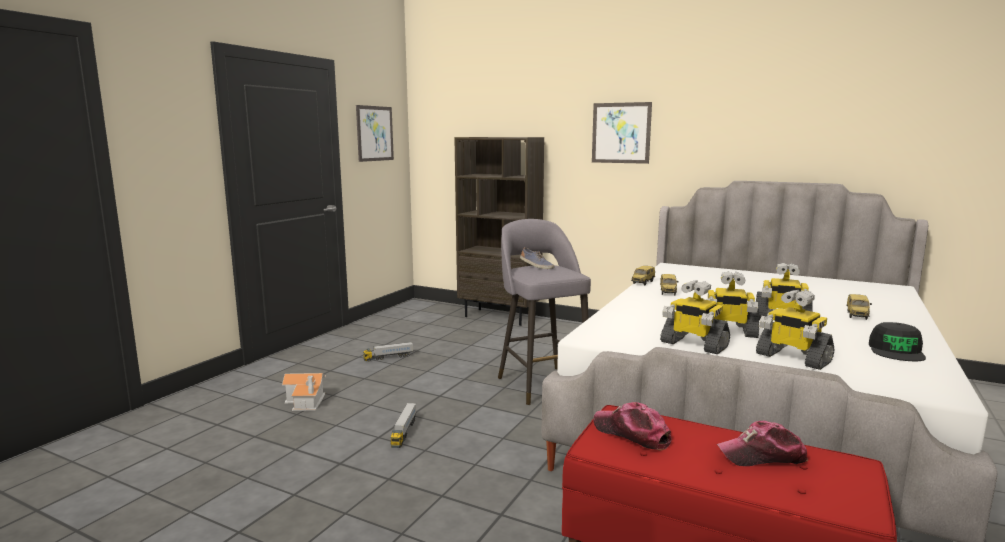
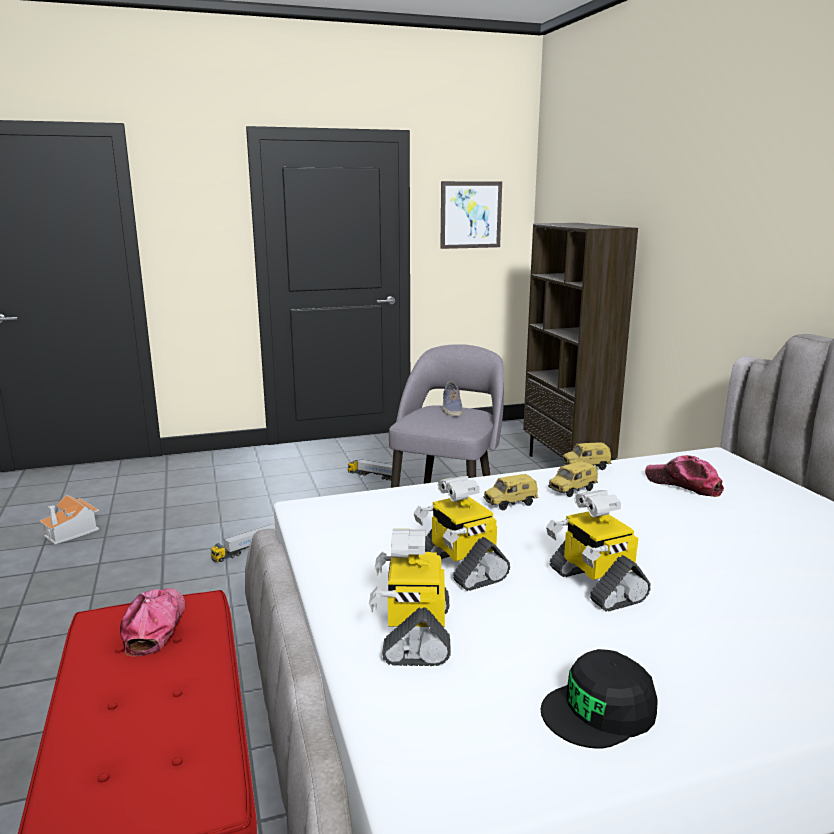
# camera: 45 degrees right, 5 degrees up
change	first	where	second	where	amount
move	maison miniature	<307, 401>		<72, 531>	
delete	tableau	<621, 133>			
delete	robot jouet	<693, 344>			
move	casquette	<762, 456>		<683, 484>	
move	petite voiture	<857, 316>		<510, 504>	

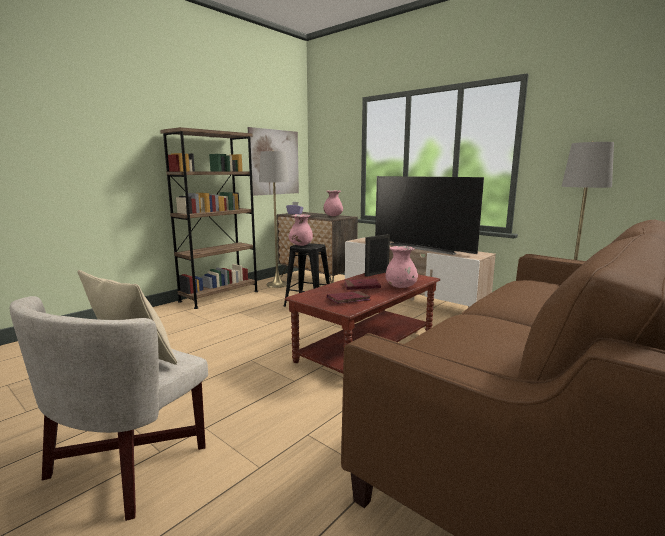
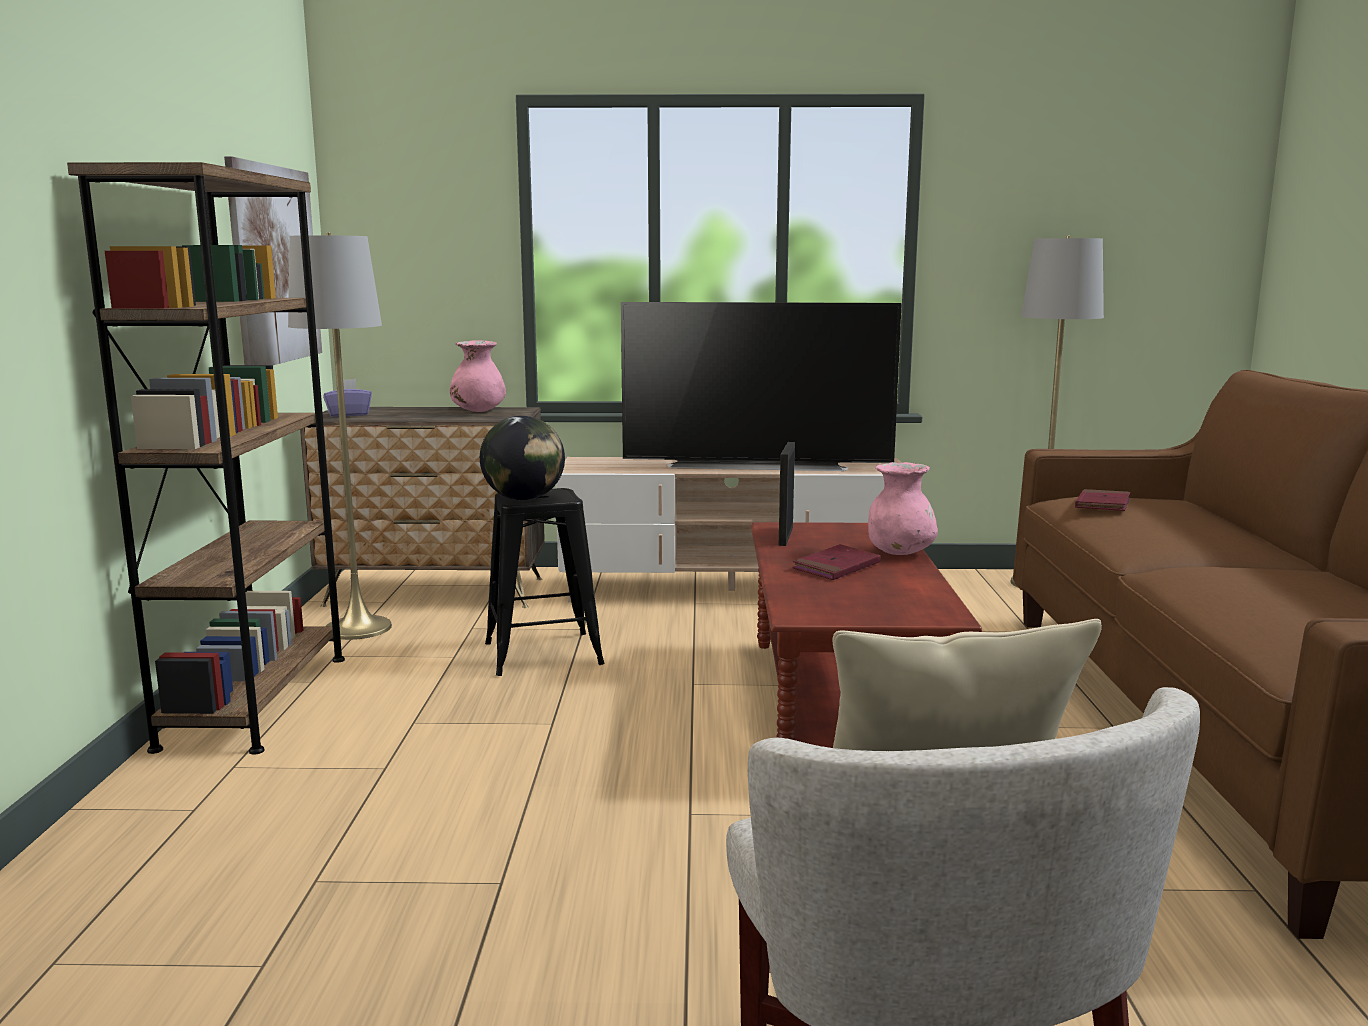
# camera: 40 degrees left, 0 degrees up
change	first	where	second	where	amount
replace	vase [rose]	<300, 245>	globe	<524, 499>	
move	livre [rouge]	<348, 299>		<1102, 504>	

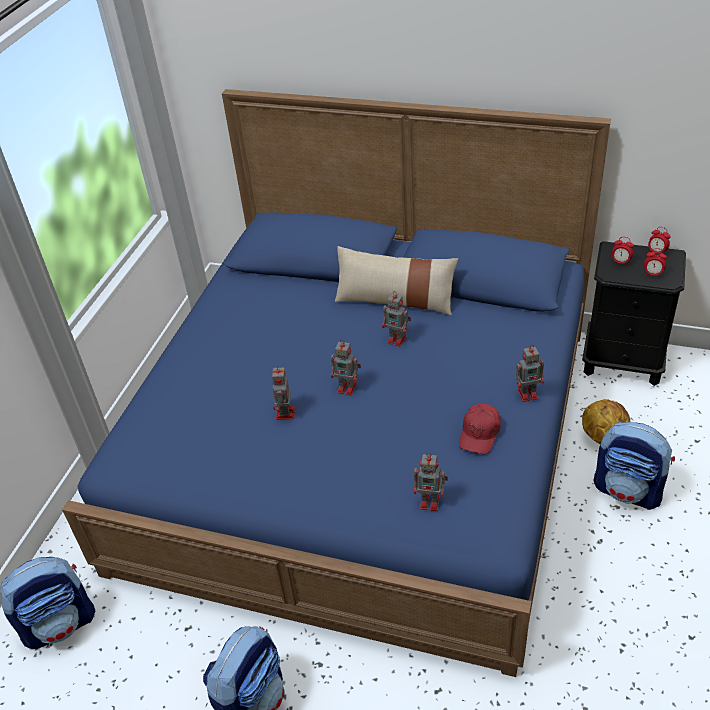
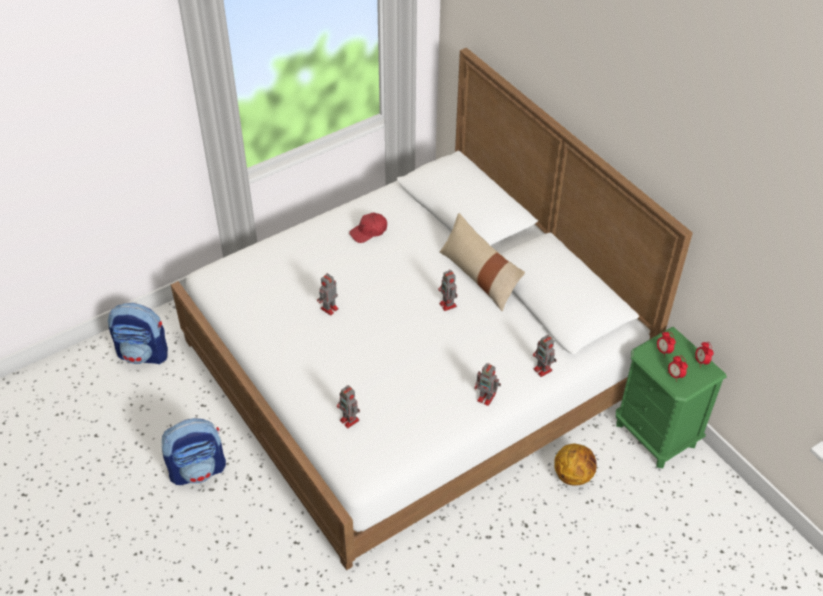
# camera: 35 degrees right, 5 degrees up
change	first	where	second	where	amount
recolor	lit [bleu]	<363, 442>	lit [blanc]	<411, 365>	
move	robot jouet	<348, 388>		<543, 370>	
move	casquette [rouge]	<480, 434>		<369, 231>	
recolor	table de chevet [noir]	<623, 361>	table de chevet [vert]	<656, 434>	
delete	sac à dos	<628, 490>			

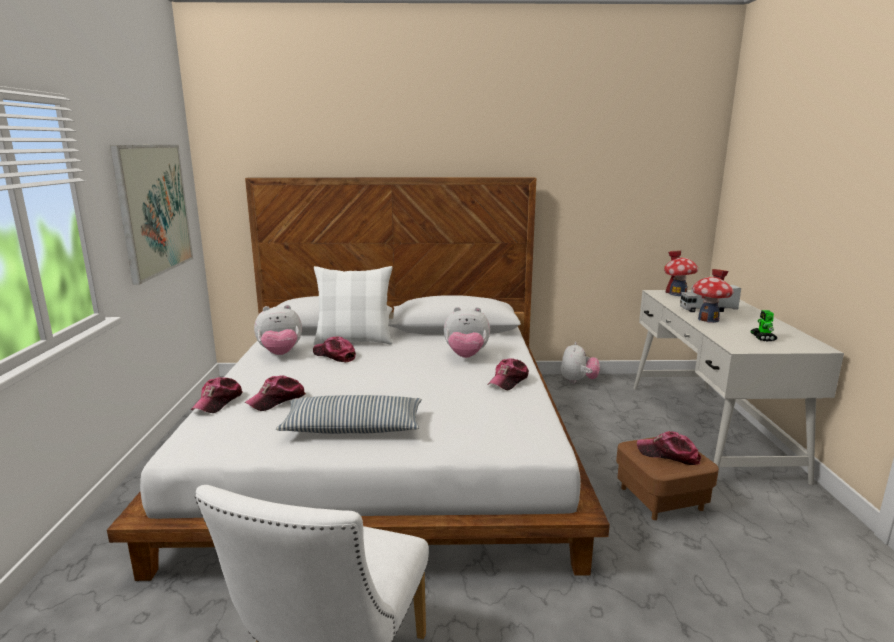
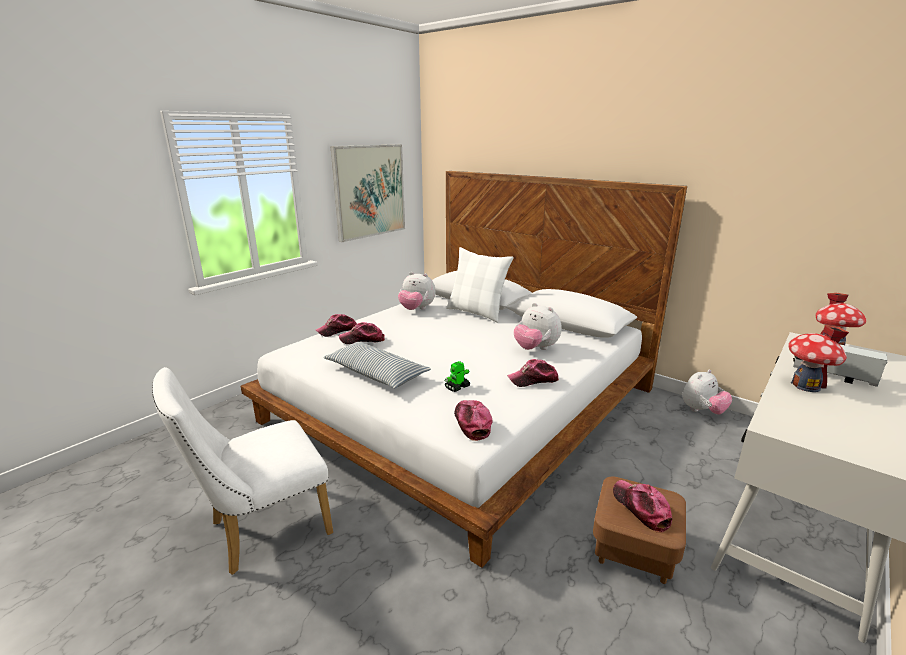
# camera: 40 degrees right, 5 degrees up
change	first	where	second	where	amount
move	casquette	<334, 355>		<471, 423>	
move	robot jouet	<763, 338>		<457, 387>	

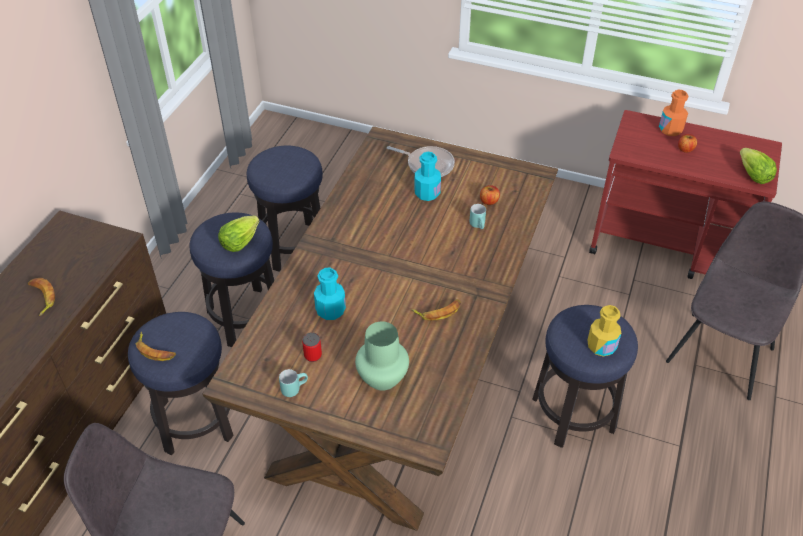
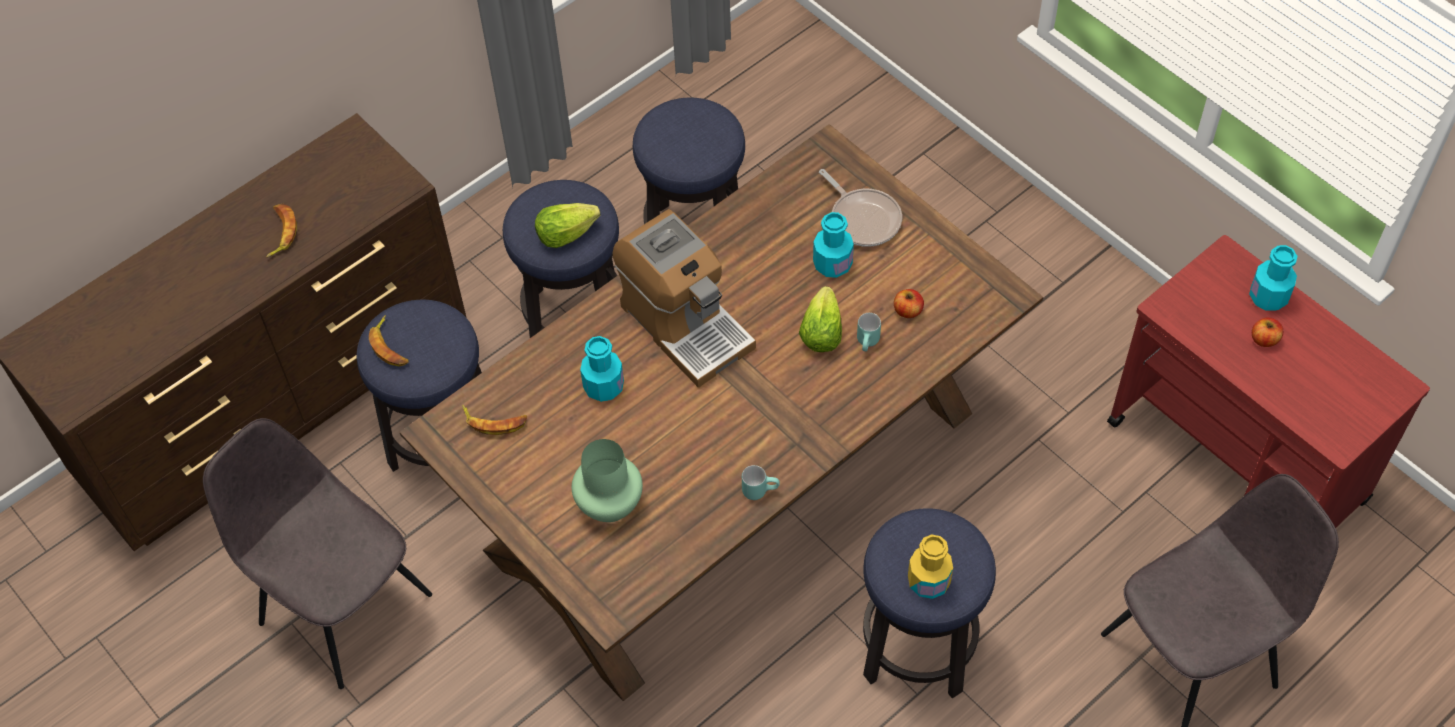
# camera: 30 degrees right, 10 degrees up
change	first	where	second	where	amount
move	mug [turquoise]	<294, 388>		<760, 489>	
delete	boîte métallique	<313, 355>			
move	banane	<438, 311>		<494, 422>	
recolor	bouteille [orange]	<670, 129>	bouteille [turquoise]	<1268, 297>	
move	laitue	<753, 176>		<821, 333>	
insert			machine à café	<685, 325>	

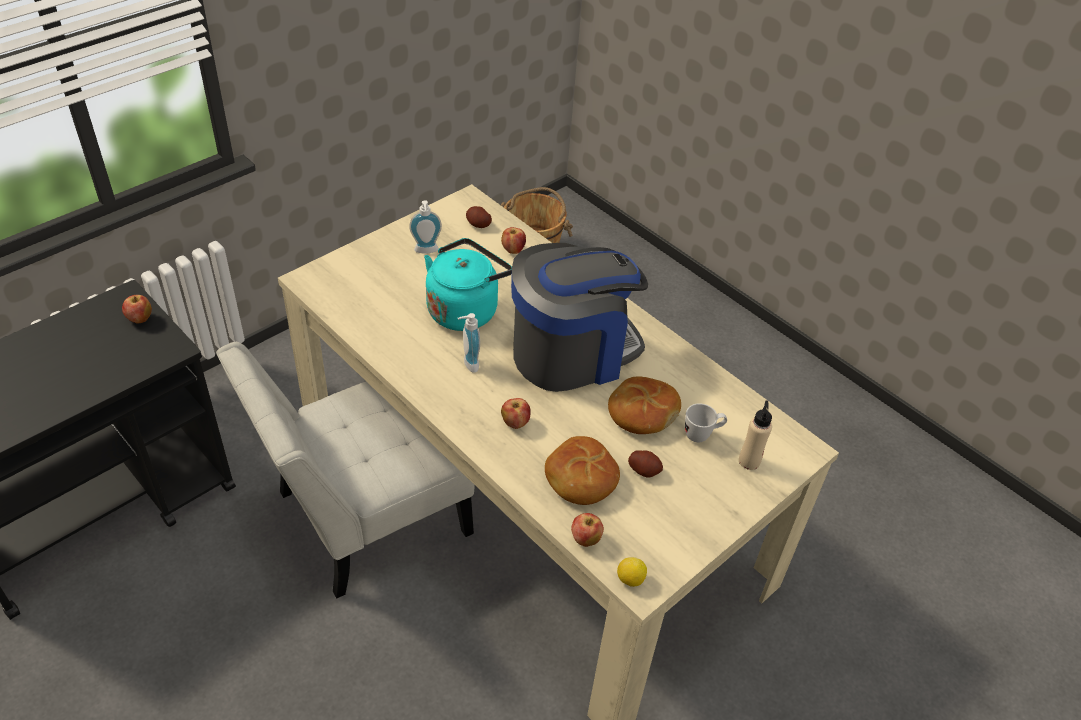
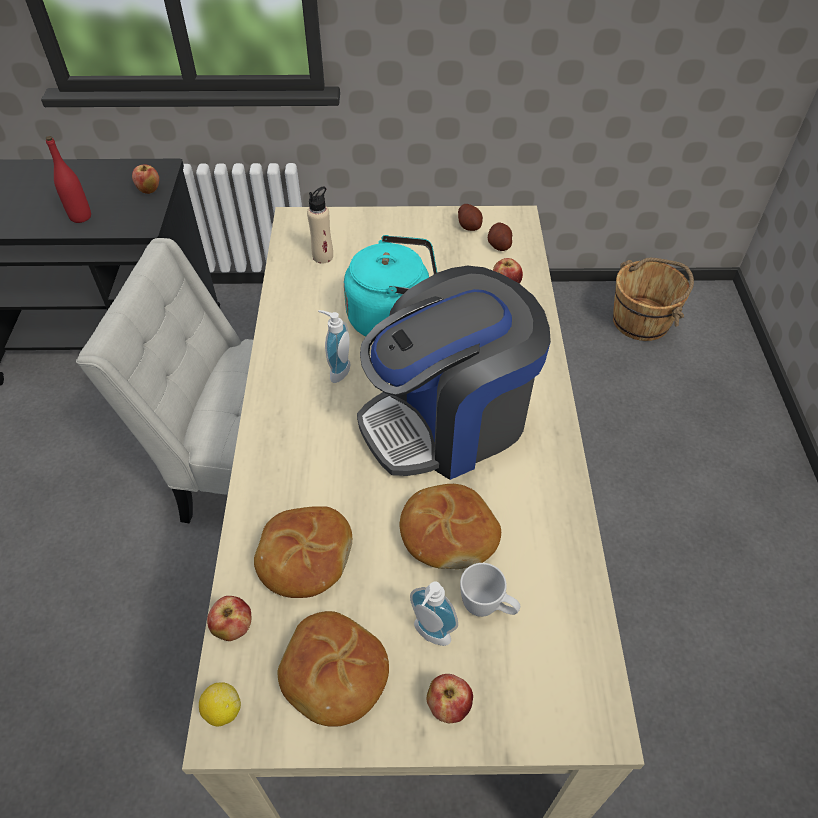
# camera: 45 degrees right, 5 degrees up
change	first	where	second	where	amount
move	distributeur de savon	<426, 251>		<429, 636>	
move	pomme	<515, 423>		<449, 706>	
rotate	machine à café	<572, 352>		<448, 421>	135 degrees clockwise
move	pomme de terre	<644, 470>		<469, 226>	
move	bouteille [beige]	<749, 461>		<323, 256>	
insert			bouteille [rouge]	<80, 217>	
insert			pain	<333, 675>	

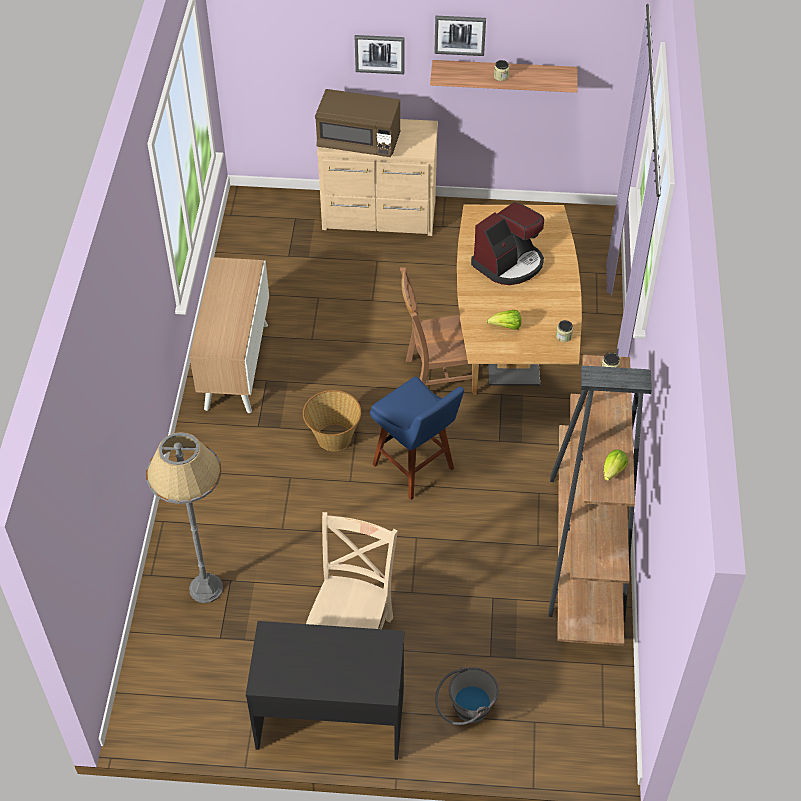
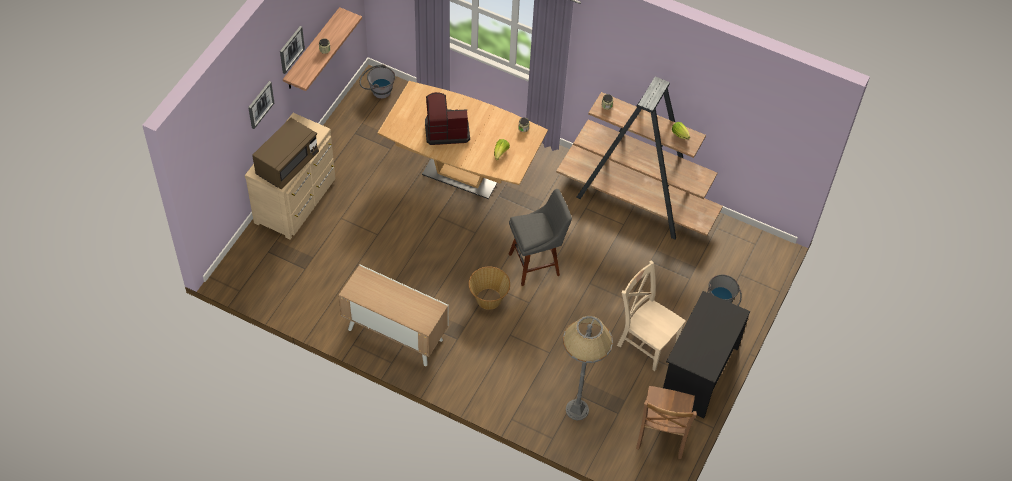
# camera: 70 degrees left, 5 degrees up
change	first	where	second	where	amount
recolor	tabouret [bleu]	<416, 469>	tabouret [gris]	<537, 264>	
move	chaise [marron]	<437, 376>		<661, 435>	
rotate	machine à café	<509, 263>		<446, 130>	75 degrees counterclockwise
insert			seau [gris]	<377, 91>	

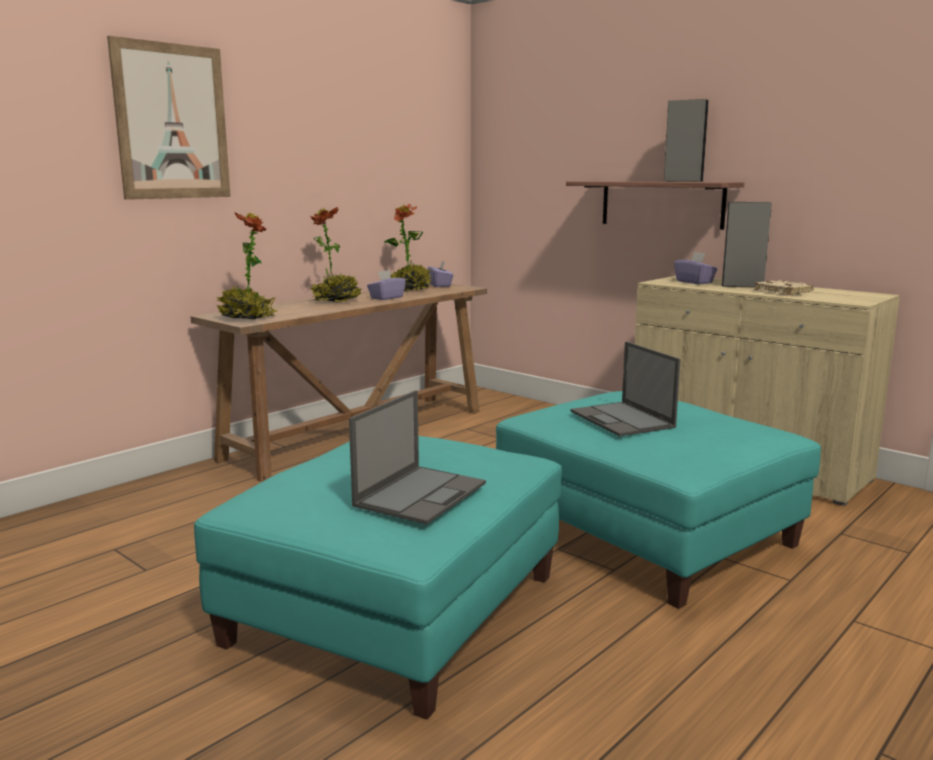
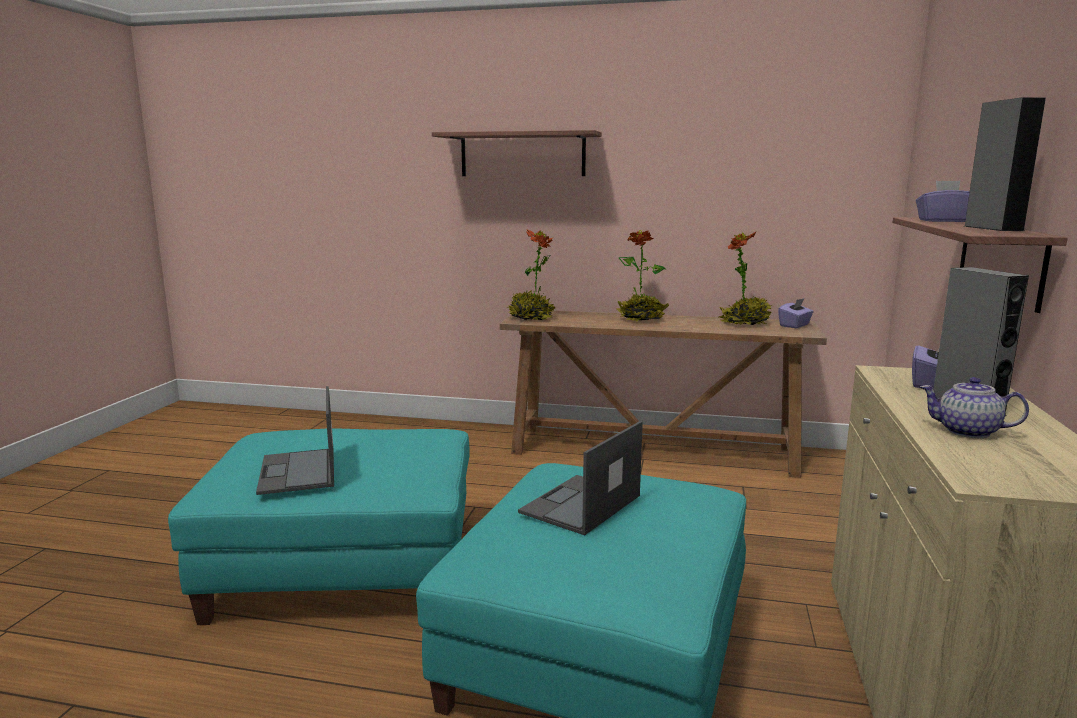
# camera: 60 degrees right, 0 degrees up
change	first	where	second	where	amount
replace	tableau	<172, 122>	étagère	<522, 154>	
rotate	ordinateur portable	<421, 494>		<298, 472>	75 degrees clockwise
move	boîte à mouchoirs [violet]	<386, 298>		<943, 221>	
replace	livre [beige]	<784, 292>	théière	<967, 431>	

